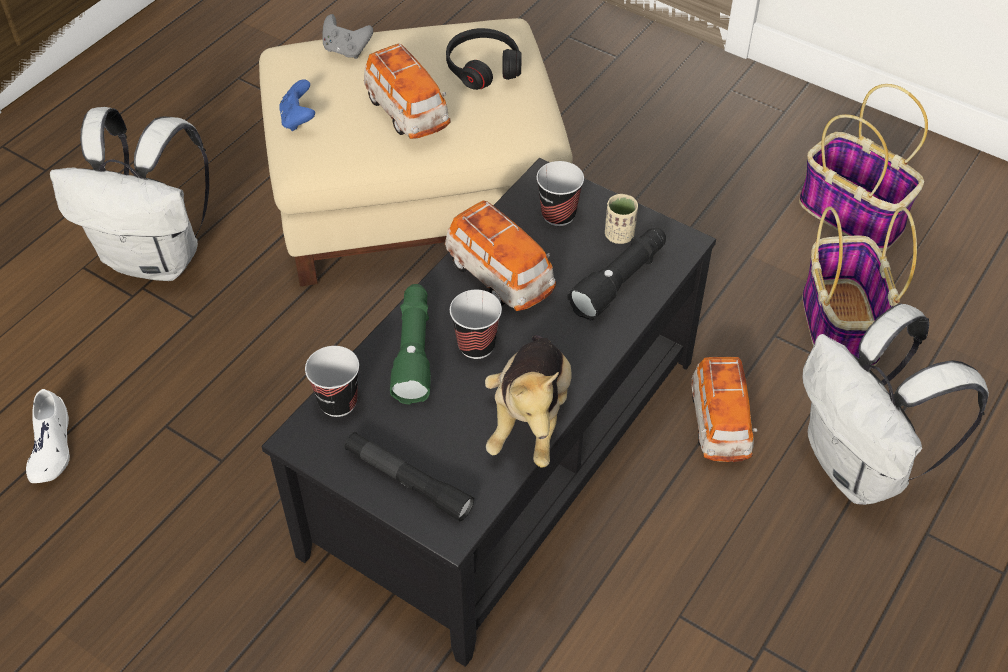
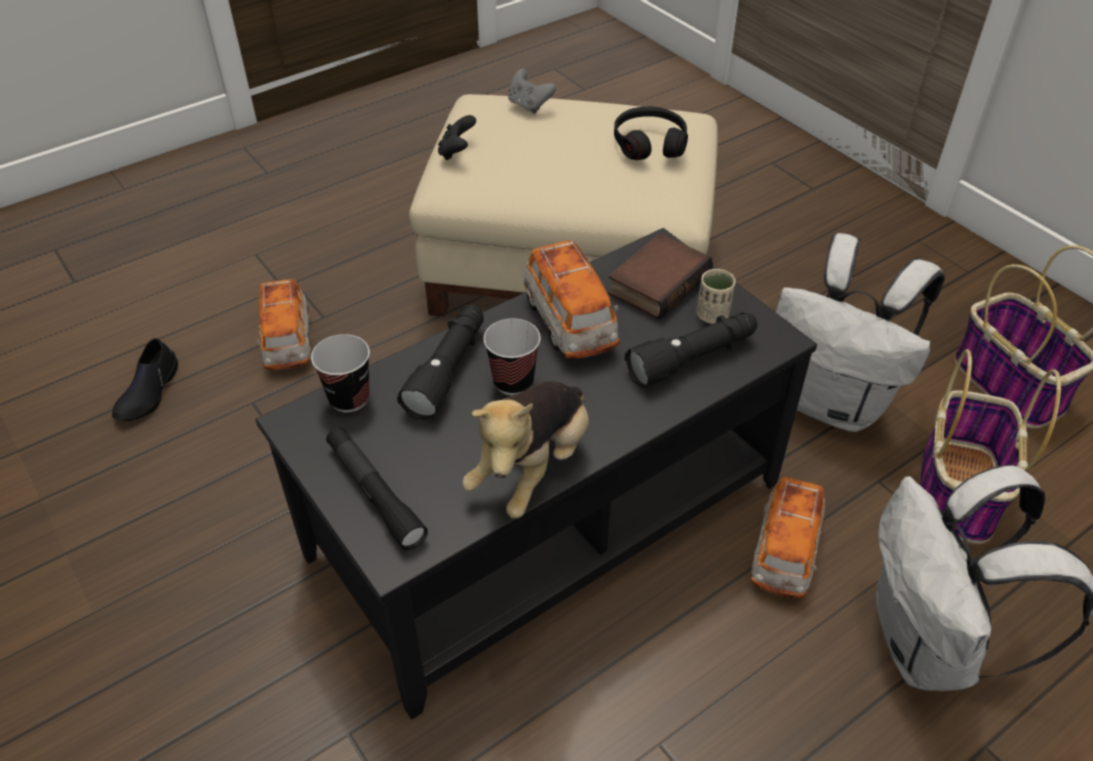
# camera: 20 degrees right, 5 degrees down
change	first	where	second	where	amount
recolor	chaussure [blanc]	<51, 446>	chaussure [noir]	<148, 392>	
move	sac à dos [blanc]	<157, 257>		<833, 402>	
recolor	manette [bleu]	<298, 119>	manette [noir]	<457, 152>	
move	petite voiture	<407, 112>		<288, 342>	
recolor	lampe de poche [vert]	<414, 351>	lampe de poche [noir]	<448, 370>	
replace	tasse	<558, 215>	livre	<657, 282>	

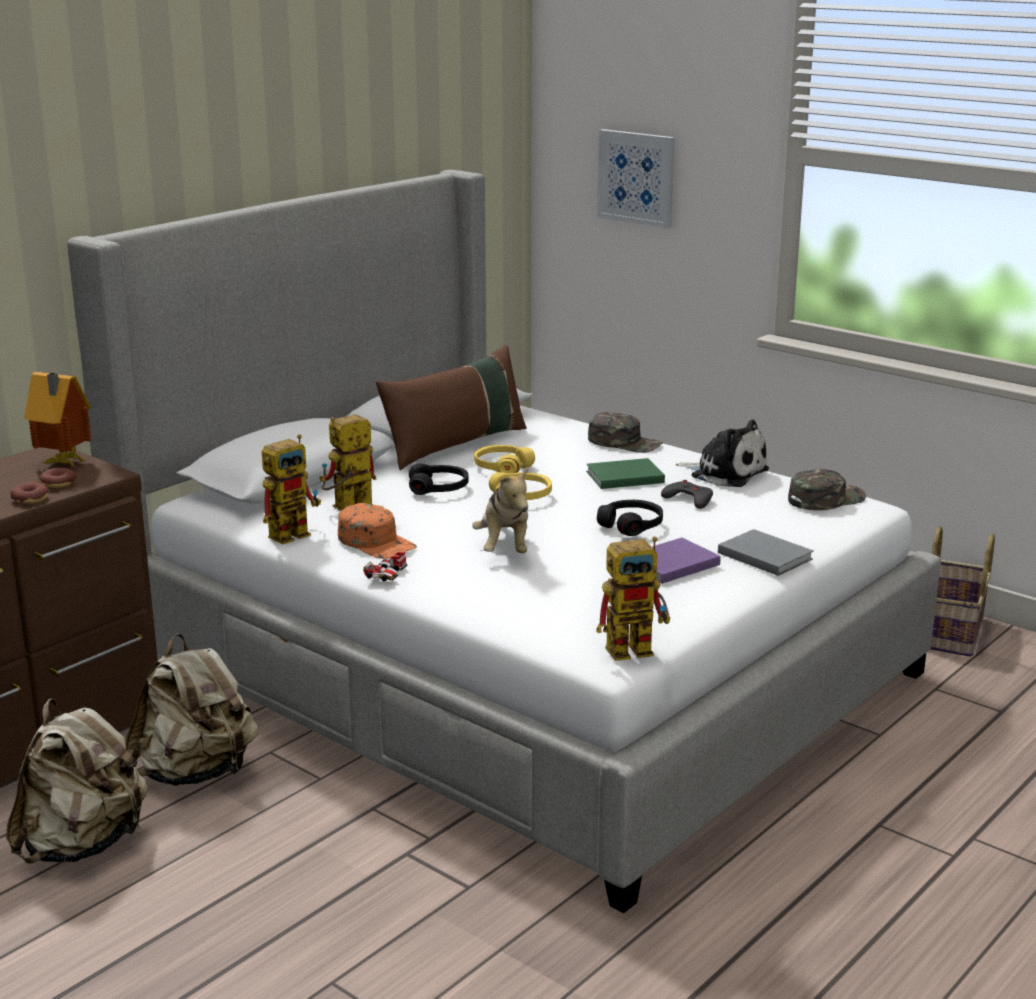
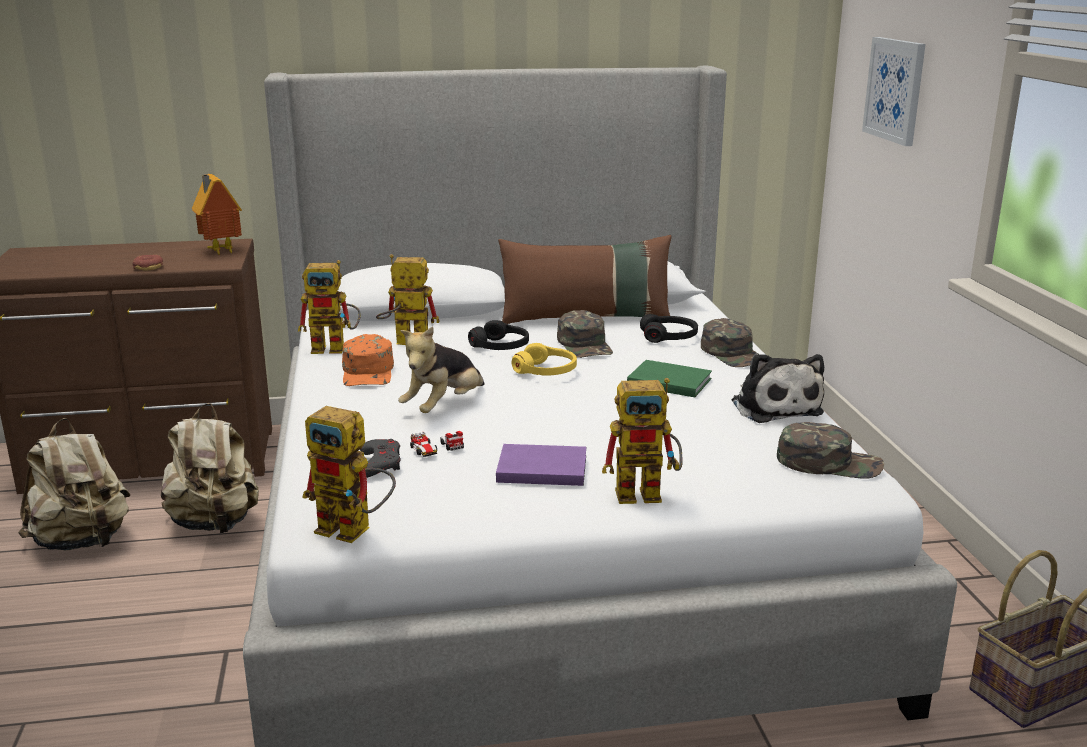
# camera: 40 degrees right, 0 degrees up
change	first	where	second	where	amount
delete	beignet	<58, 484>			
move	petite voiture	<387, 574>		<437, 450>	
replace	casque audio [jaune]	<502, 467>	casquette [vert]	<585, 345>	
move	casque audio [noir]	<631, 525>		<669, 337>	
move	manette [gris]	<689, 499>		<380, 463>	
replace	livre [gris]	<764, 555>	robot jouet	<648, 493>	

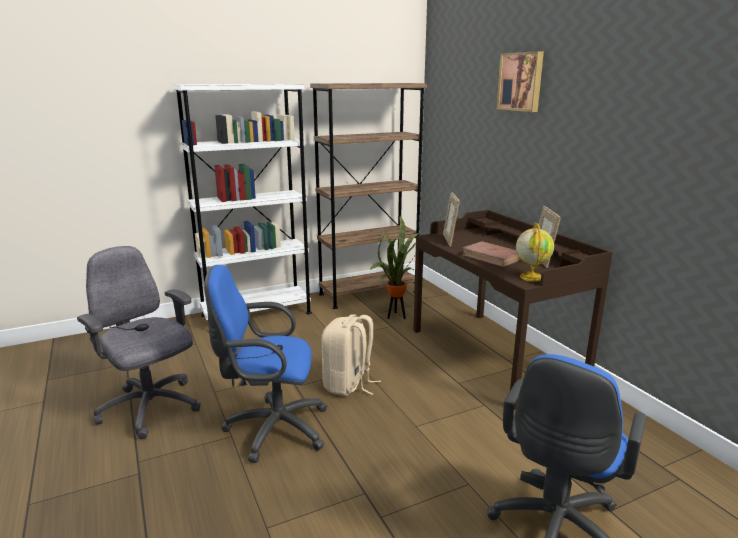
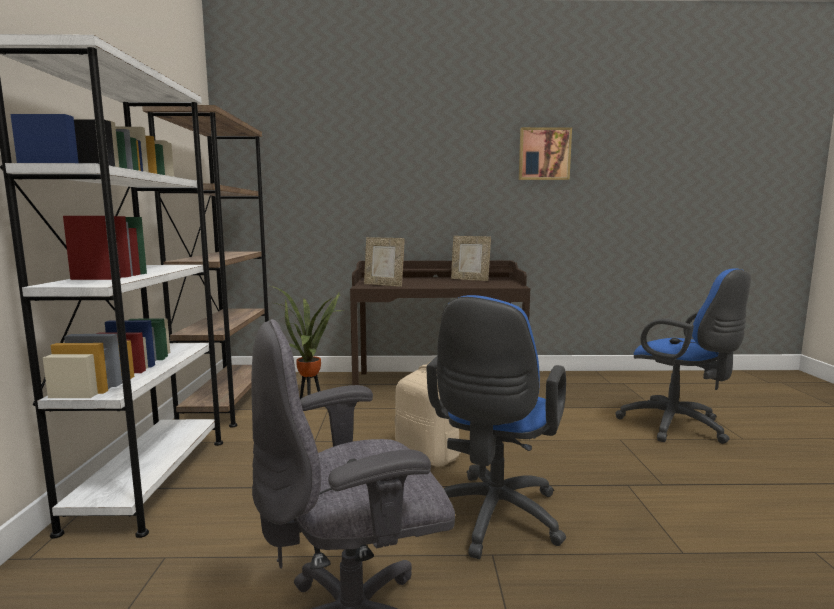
# camera: 65 degrees left, 10 degrees down
change	first	where	second	where	amount
delete	livre [marron]	<491, 257>			
move	tableau	<521, 81>		<544, 154>	
delete	globe	<531, 277>			

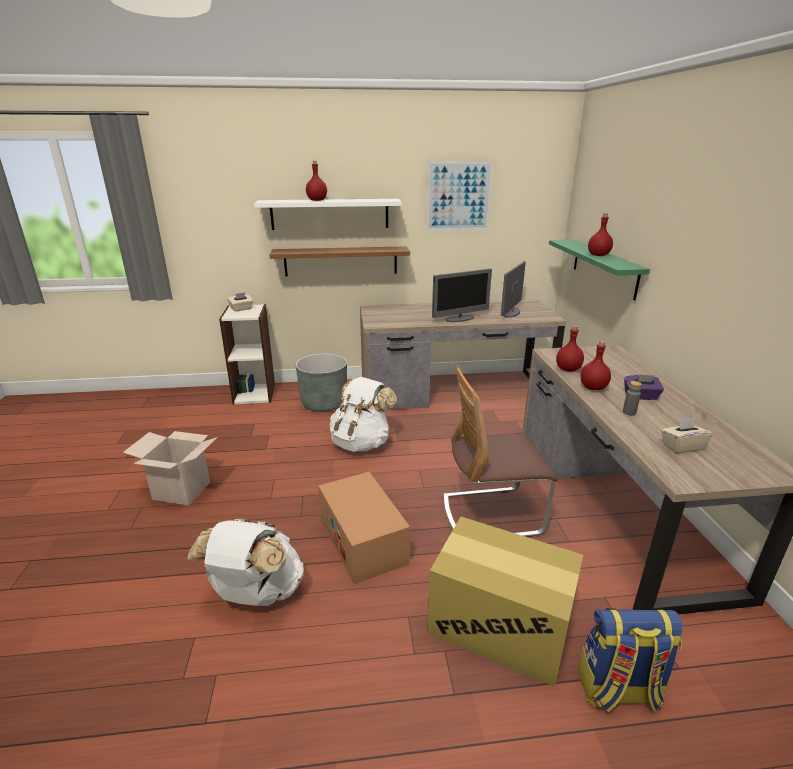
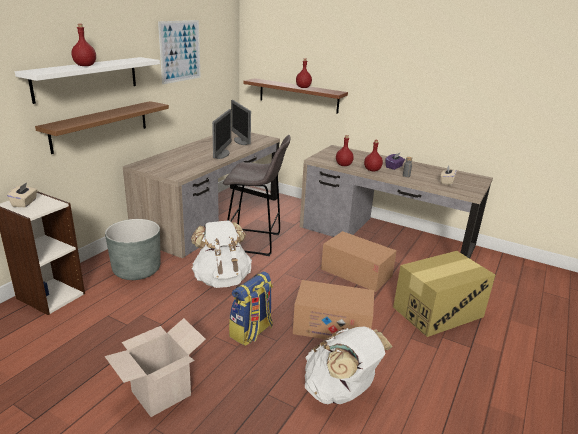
# camera: 55 degrees left, 0 degrees up
change	first	where	second	where	amount
replace	chaise	<491, 515>	carton	<356, 272>	
recolor	étagère [vert]	<604, 267>	étagère [marron]	<298, 95>	
move	sac à dos	<618, 690>		<251, 332>	
insert			tabouret [gris]	<255, 242>	

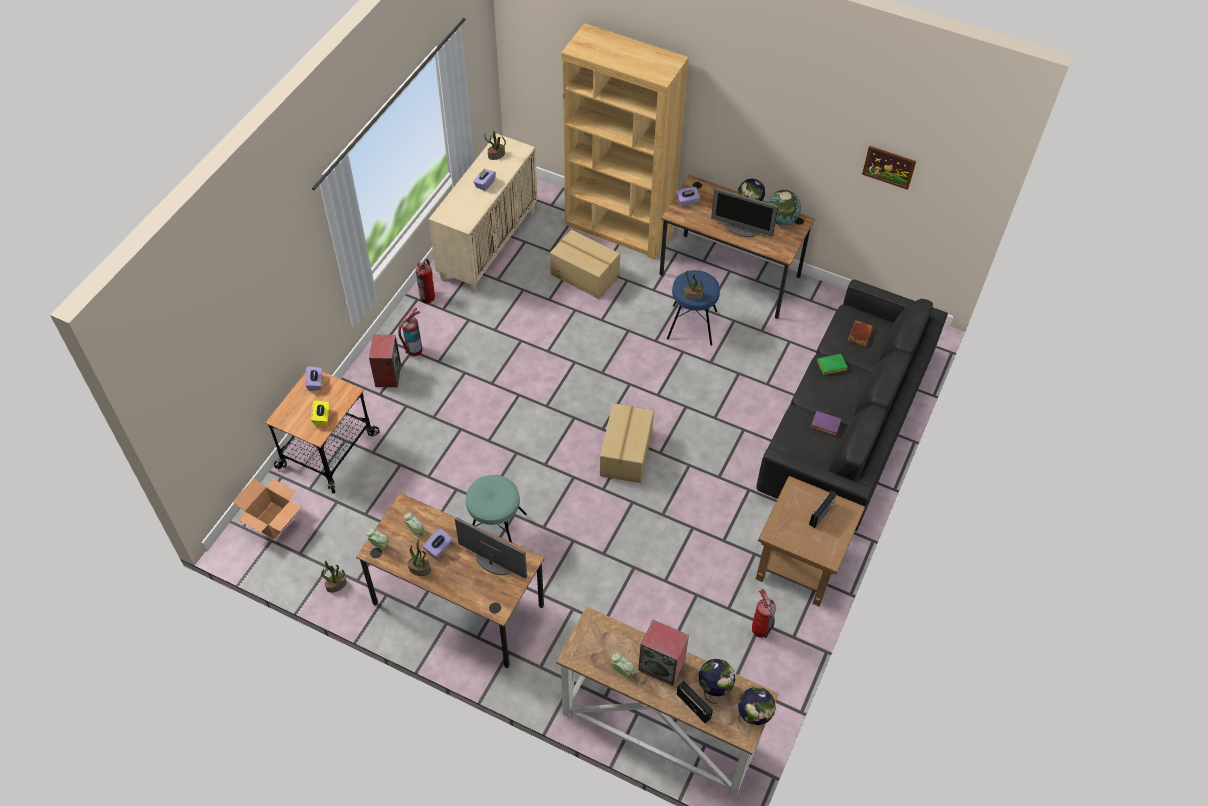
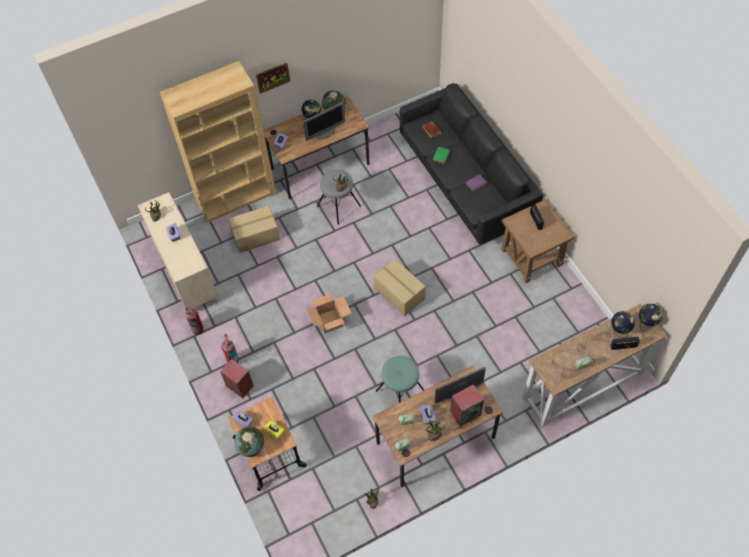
# camera: 50 degrees left, 5 degrees up
change	first	where	second	where	amount
move	carton	<273, 520>		<329, 321>	
move	enceinte	<662, 665>		<465, 412>	
recolor	tabouret [bleu]	<692, 325>	tabouret [gris]	<338, 206>	
delete	extincteur	<760, 630>			
move	tableau	<889, 167>		<273, 77>	
insert			globe	<251, 447>	

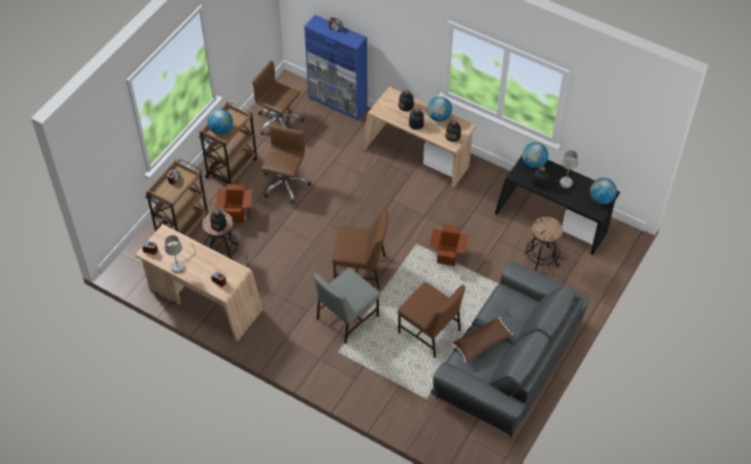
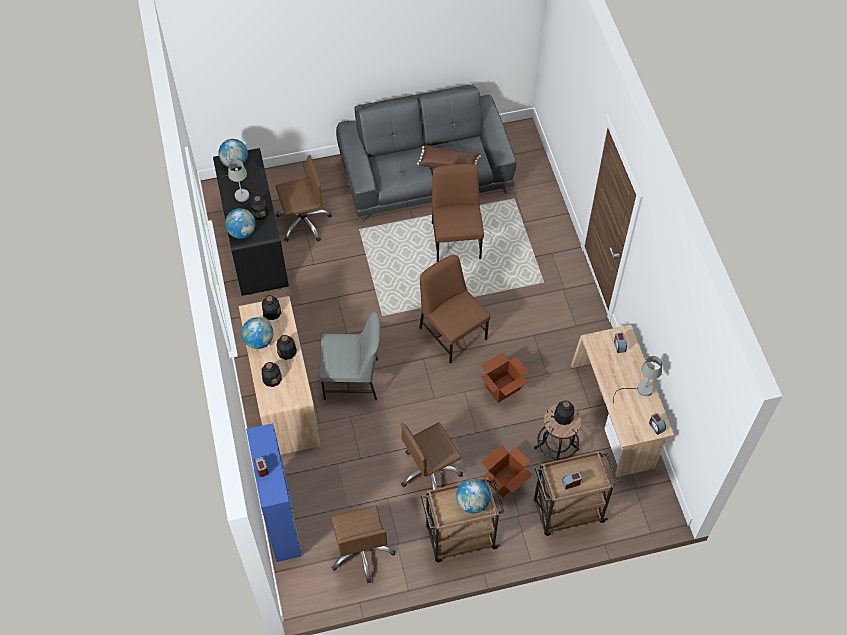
# camera: 135 degrees left, 5 degrees up
change	first	where	second	where	amount
move	chaise [gris]	<346, 318>		<352, 379>	
move	carton	<447, 255>		<502, 388>	
replace	tabouret [noir]	<541, 259>	chaise de bureau [marron]	<303, 222>	

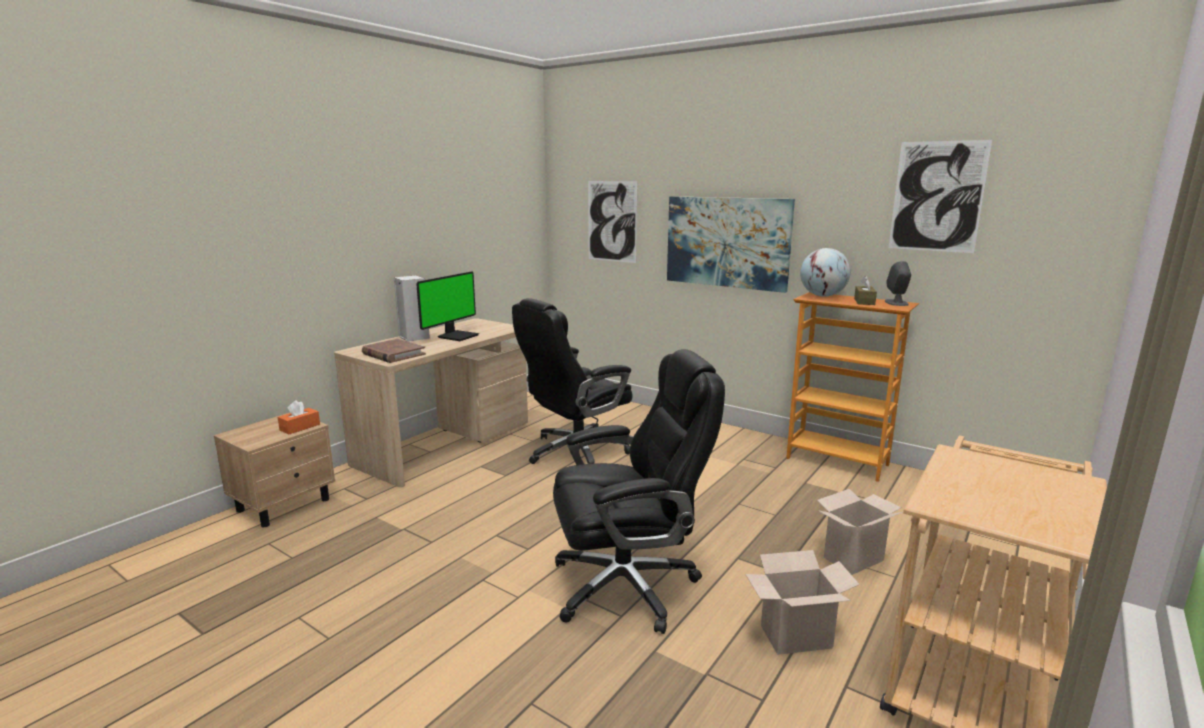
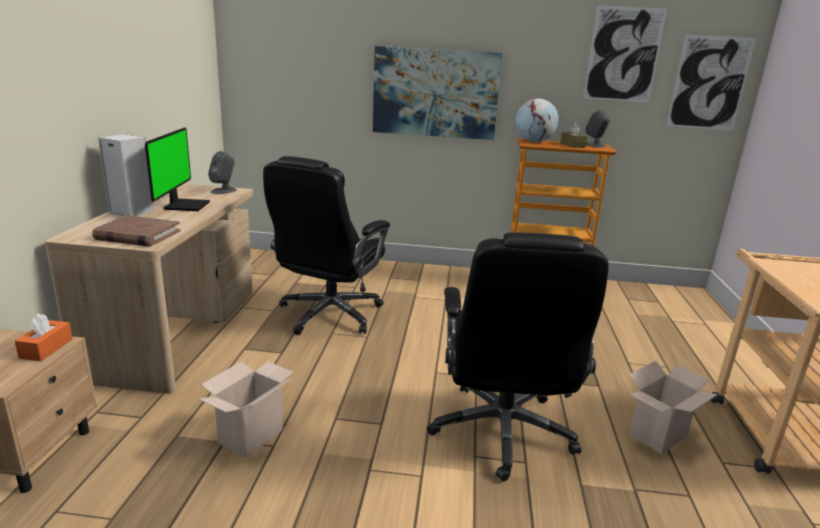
# camera: 30 degrees left, 5 degrees up
change	first	where	second	where	amount
rotate	chaise de bureau [noir]	<628, 585>		<502, 432>	135 degrees clockwise
move	tableau	<612, 221>		<709, 83>	
move	carton	<853, 558>		<251, 434>	
insert			enceinte [gris]	<224, 191>	

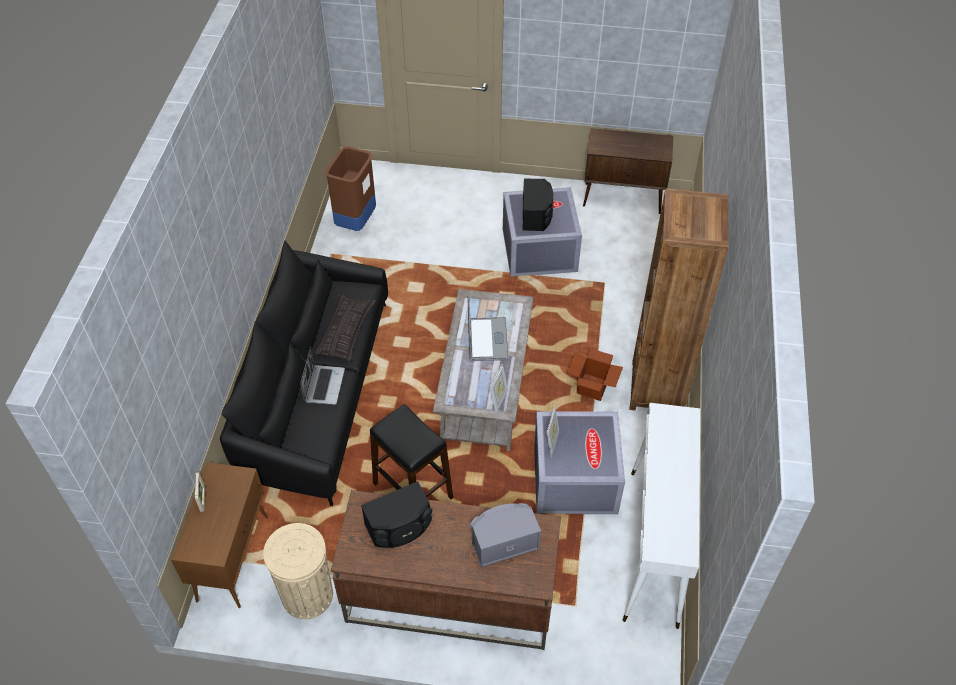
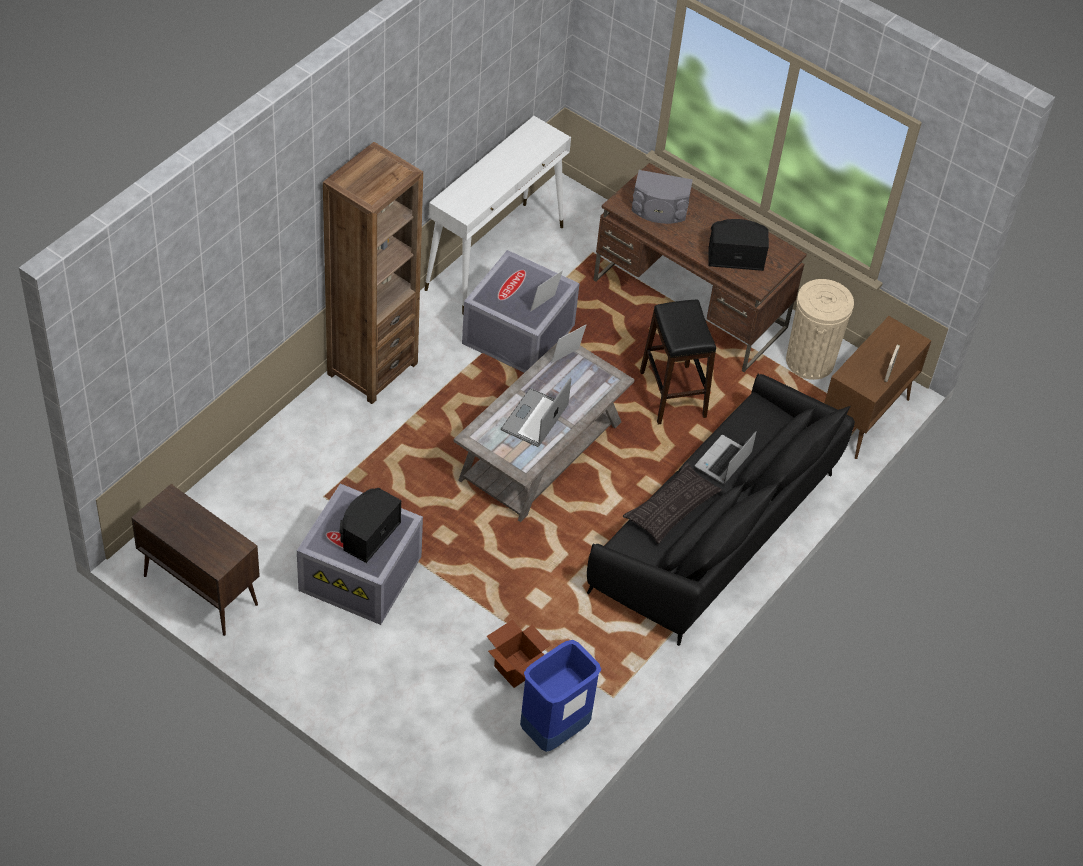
# camera: 155 degrees left, 0 degrees up
change	first	where	second	where	amount
recolor	poubelle [marron]	<355, 221>	poubelle [bleu]	<554, 731>	
move	carton	<592, 387>		<517, 669>	

